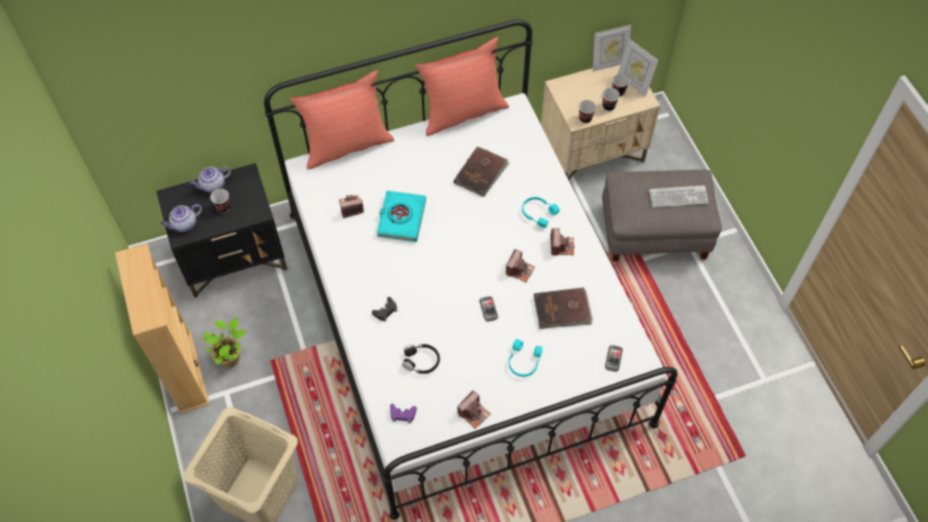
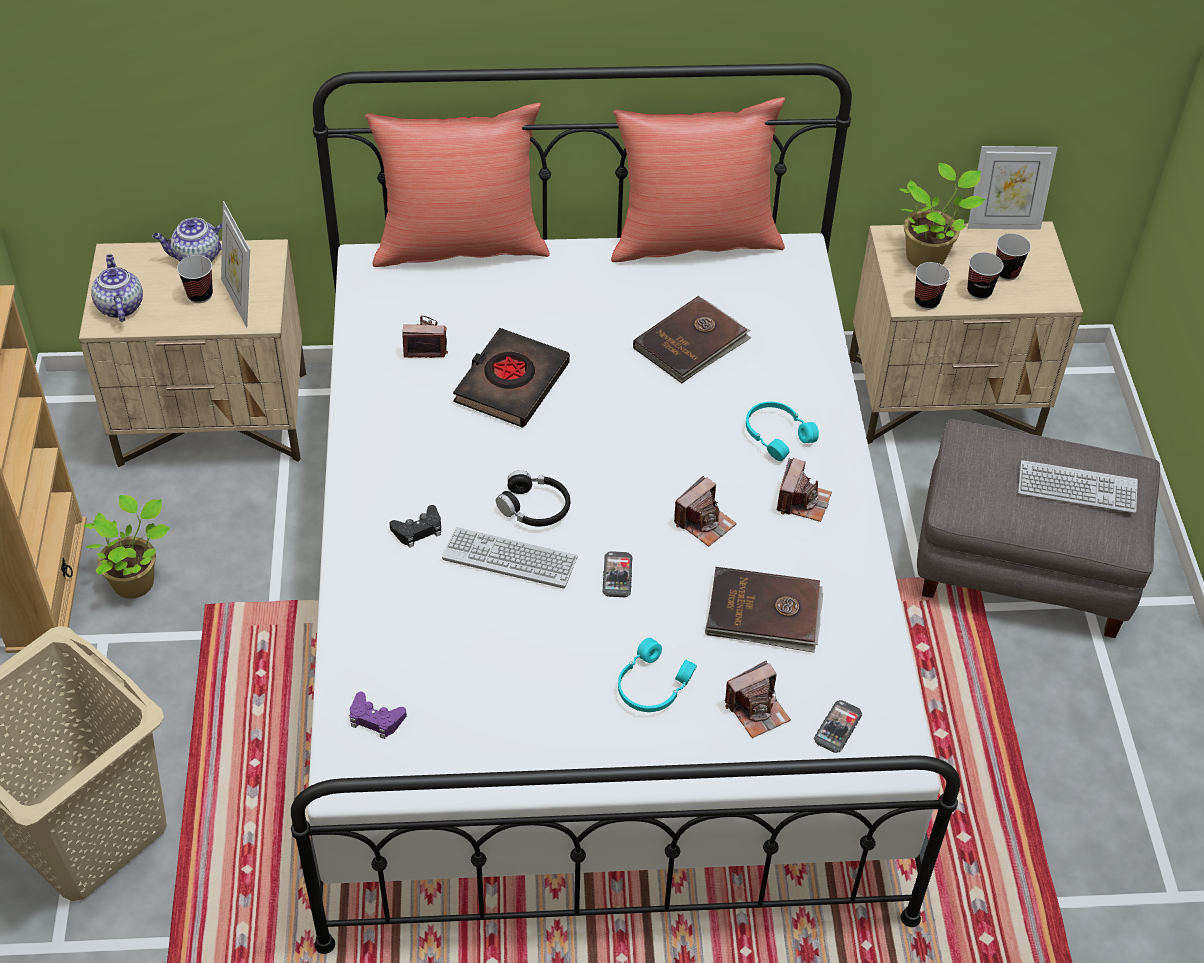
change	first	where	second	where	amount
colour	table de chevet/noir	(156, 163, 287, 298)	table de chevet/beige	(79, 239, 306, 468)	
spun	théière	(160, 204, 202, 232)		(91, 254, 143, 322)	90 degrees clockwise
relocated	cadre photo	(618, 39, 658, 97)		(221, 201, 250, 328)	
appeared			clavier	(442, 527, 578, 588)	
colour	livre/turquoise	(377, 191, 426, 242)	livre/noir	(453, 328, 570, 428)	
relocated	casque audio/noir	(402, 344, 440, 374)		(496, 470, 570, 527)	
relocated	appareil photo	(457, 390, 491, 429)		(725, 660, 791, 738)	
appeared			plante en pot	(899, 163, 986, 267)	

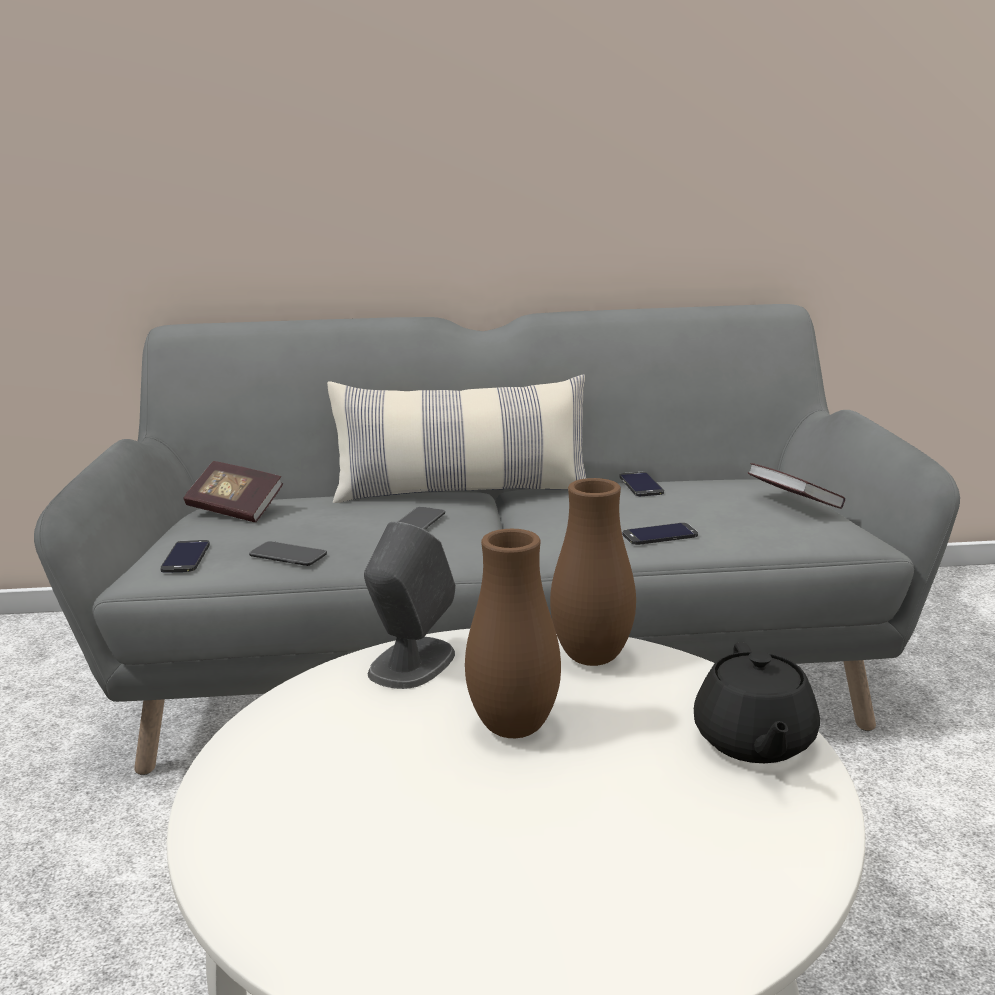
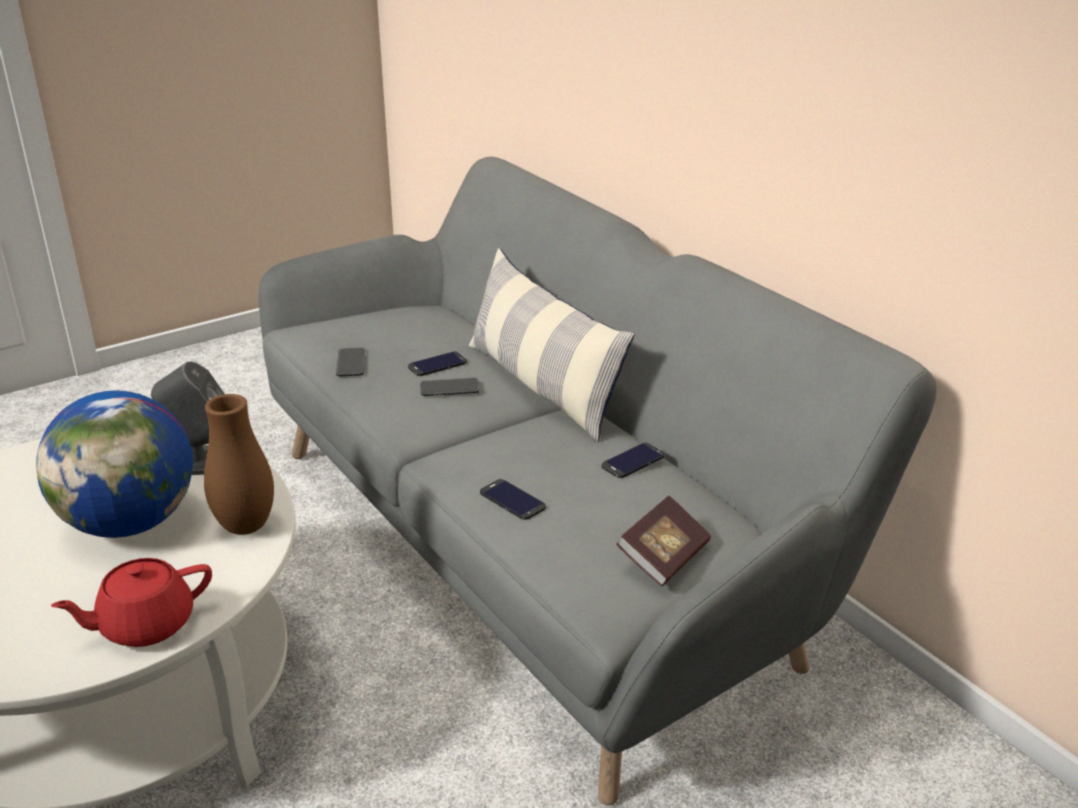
change	first	where	second	where	amount
exchanged	vase/marron	(465, 529, 561, 738)	globe	(36, 390, 193, 538)	
colour	théière/noir	(694, 642, 820, 763)	théière/rouge	(51, 558, 212, 647)	
relocated	téléphone	(160, 540, 210, 573)		(408, 351, 467, 376)	
missing	livre	(184, 461, 283, 522)			

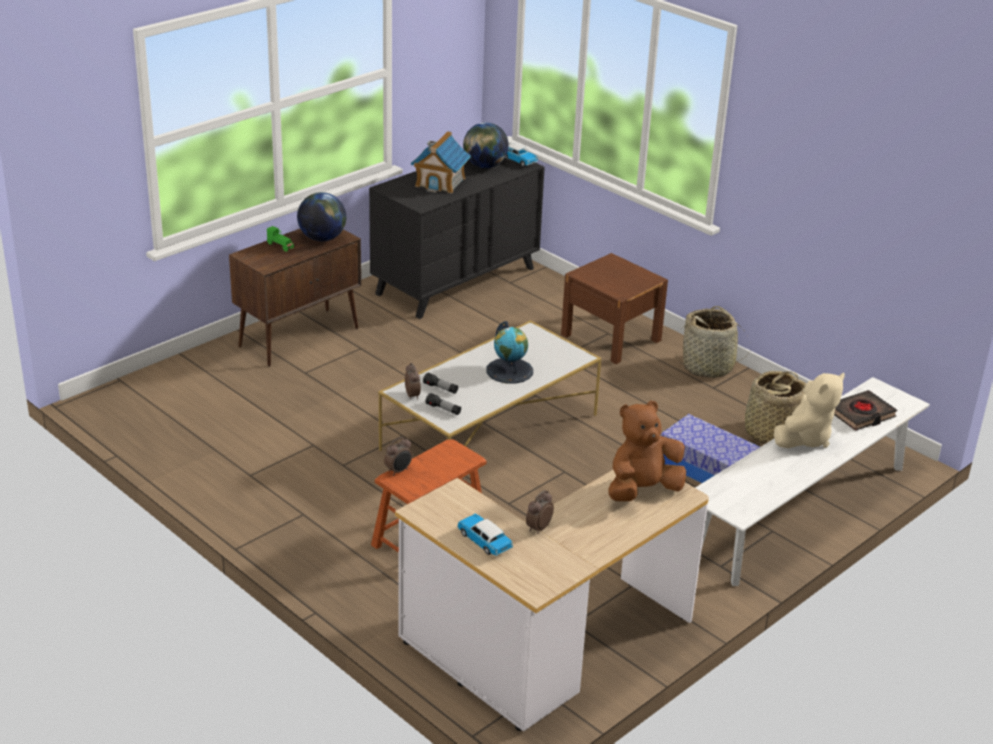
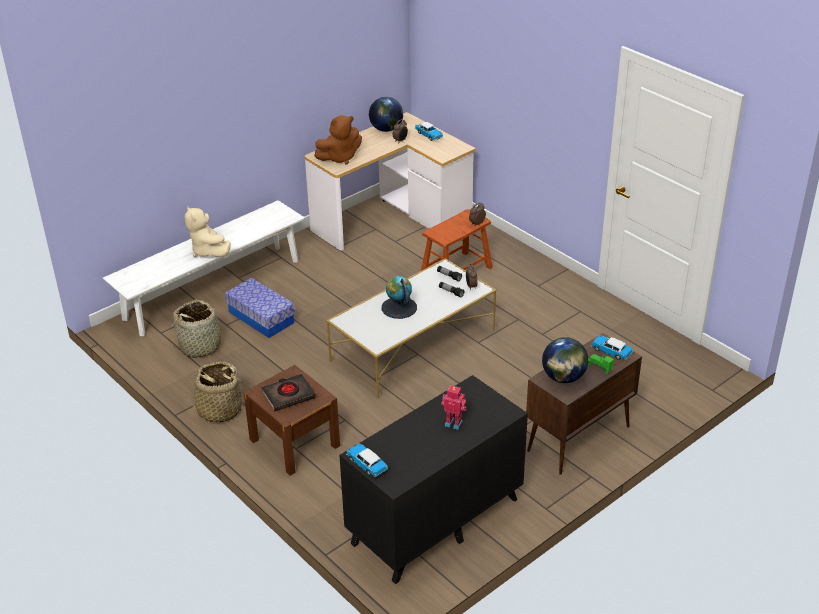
change	first	where	second	where	amount
spun	peluche/beige	(774, 373, 845, 448)		(185, 206, 231, 257)	75 degrees counterclockwise
relocated	livre/noir	(834, 390, 897, 431)		(262, 374, 316, 411)	
relocated	globe	(463, 122, 509, 168)		(369, 97, 403, 132)	
exchanged	maison miniature	(411, 131, 471, 193)	robot jouet	(442, 385, 467, 430)	
appeared			petite voiture	(591, 335, 633, 360)	

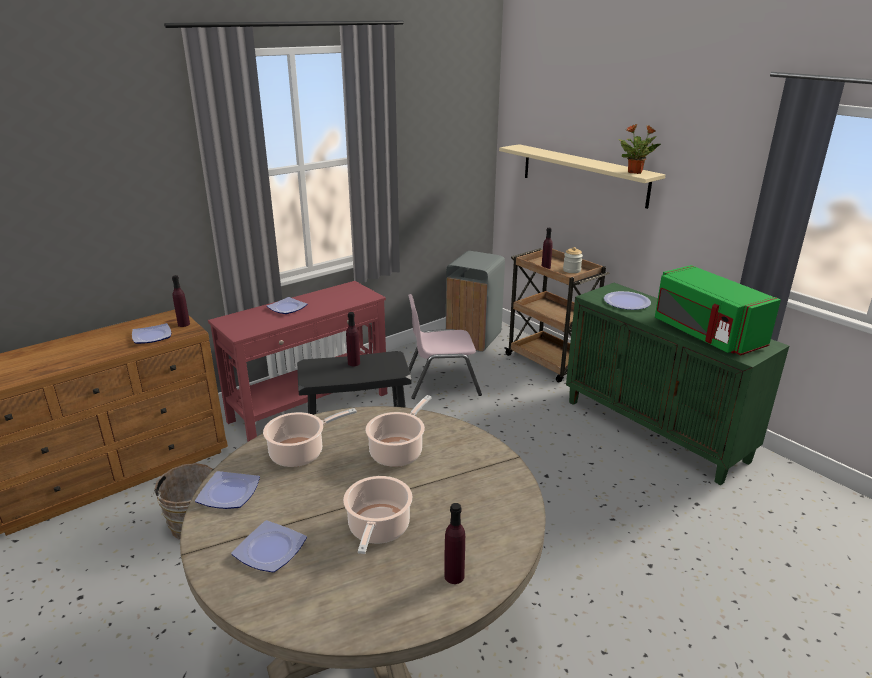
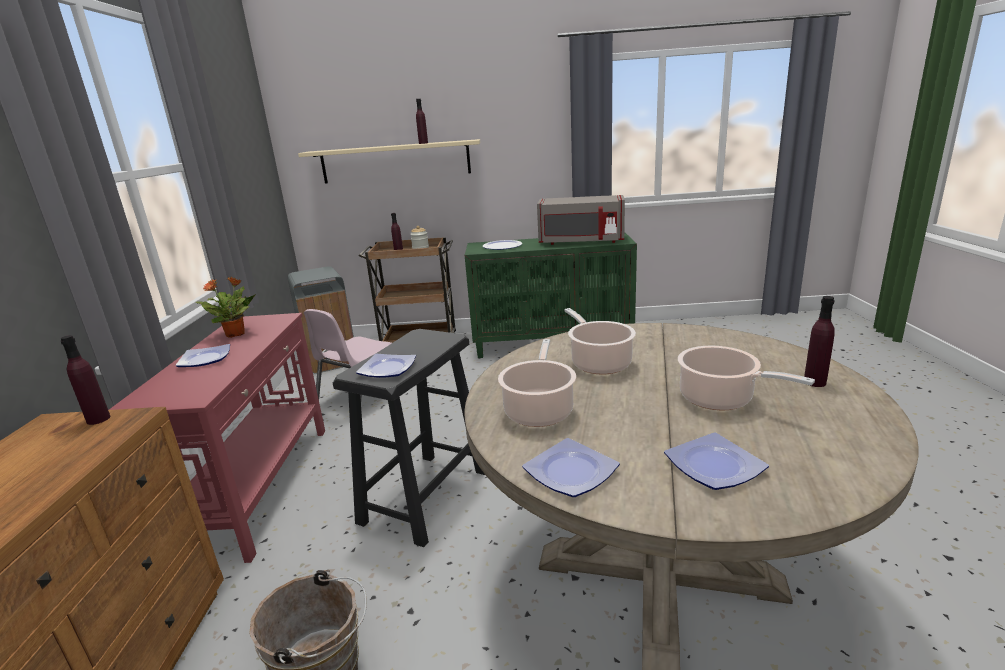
change	first	where	second	where	amount
relocated	plante en pot	(618, 124, 661, 174)		(195, 277, 256, 338)	
relocated	assiette	(132, 323, 171, 344)		(356, 354, 416, 378)	
relocated	bouteille/violet	(346, 312, 360, 366)		(416, 99, 428, 144)	
colour	micro-ondes/vert	(655, 265, 781, 355)	micro-ondes/gris	(537, 195, 625, 245)	

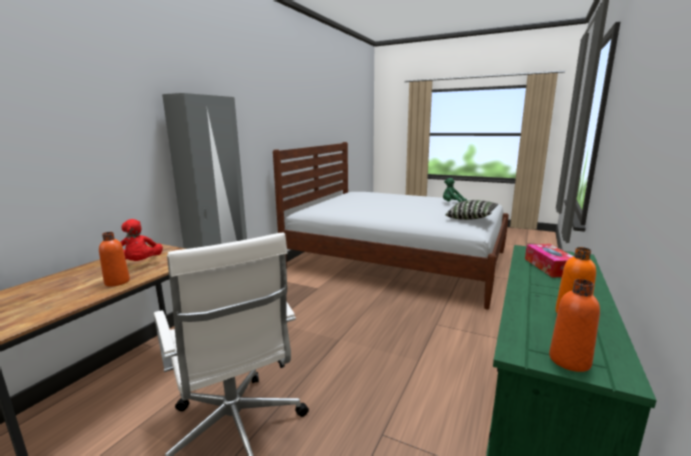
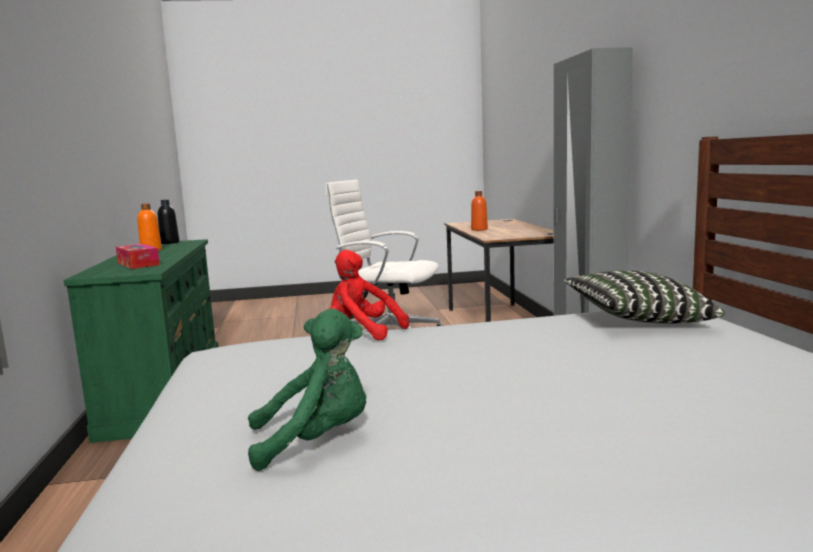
change	first	where	second	where	amount
colour	bouteille/orange	(549, 279, 600, 372)	bouteille/noir	(158, 200, 180, 244)	
relocated	peluche/rouge	(120, 219, 163, 261)		(329, 250, 409, 340)	
relocated	coussin	(446, 200, 498, 220)		(564, 270, 725, 324)	

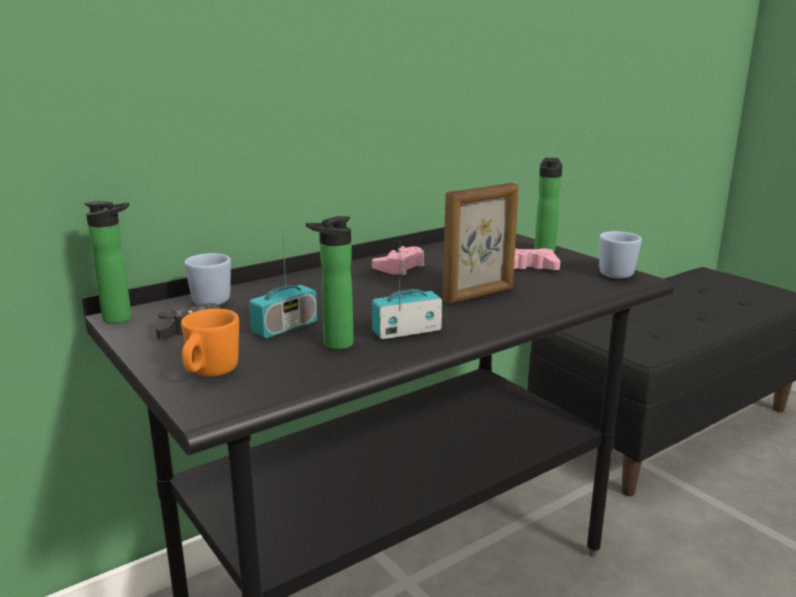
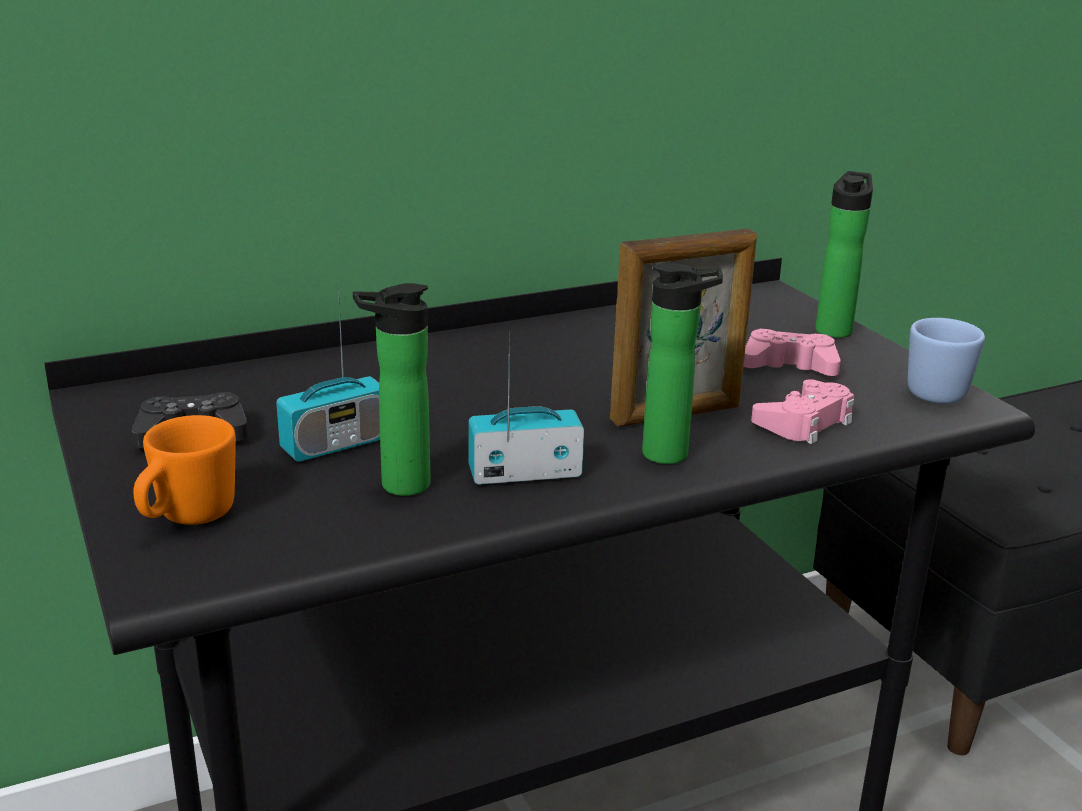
change	first	where	second	where	amount
relocated	bouteille	(84, 201, 132, 323)		(642, 263, 723, 464)	
relocated	manette/rose	(372, 246, 425, 275)		(751, 379, 854, 444)	
missing	mug/bleu	(184, 253, 231, 305)			

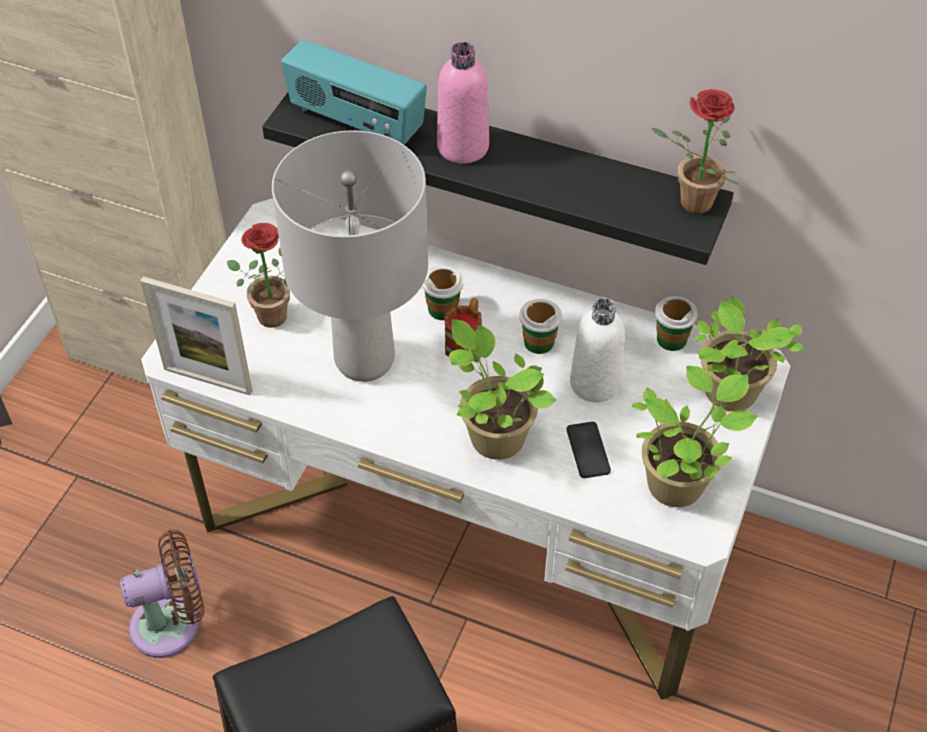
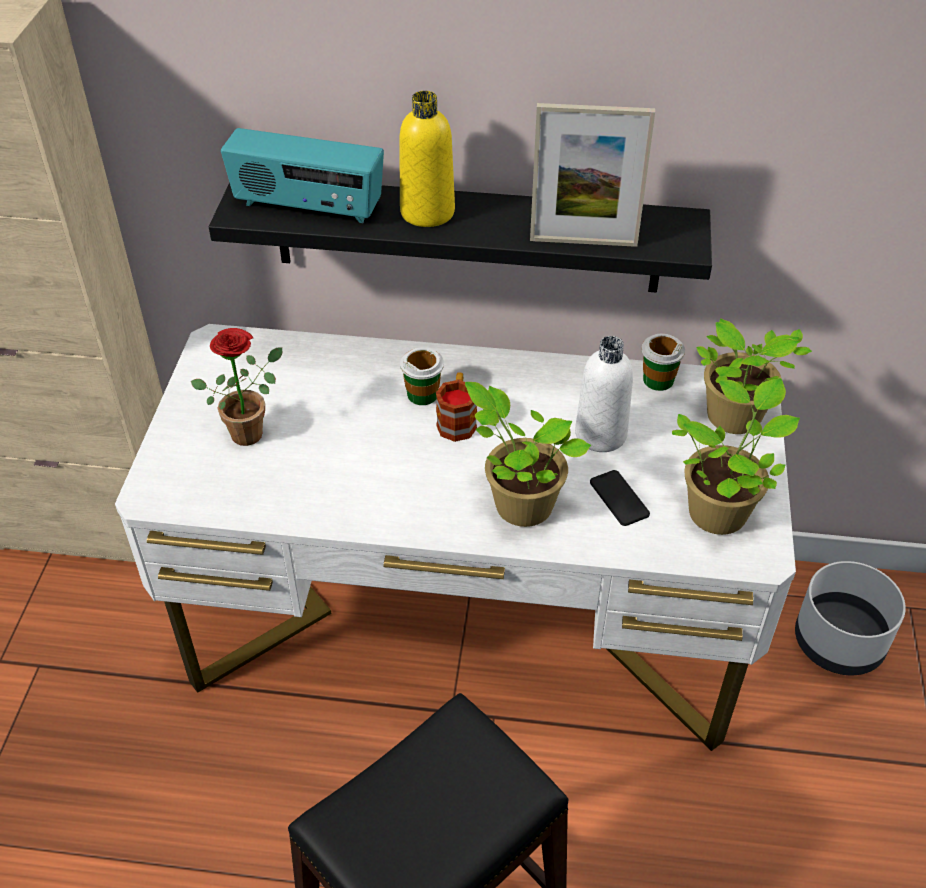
change	first	where	second	where	amount
colour	bouteille/rose	(437, 42, 489, 164)	bouteille/jaune	(399, 91, 455, 227)	
relocated	cadre photo	(140, 277, 253, 395)		(530, 103, 655, 247)	
appeared			cache-pot/blanc	(795, 561, 906, 675)	
missing	ventilateur/marron	(120, 530, 205, 658)			
missing	lampe de table/gris	(272, 131, 428, 382)			
missing	tasse	(519, 299, 562, 354)			
missing	plante en pot	(651, 89, 738, 214)			

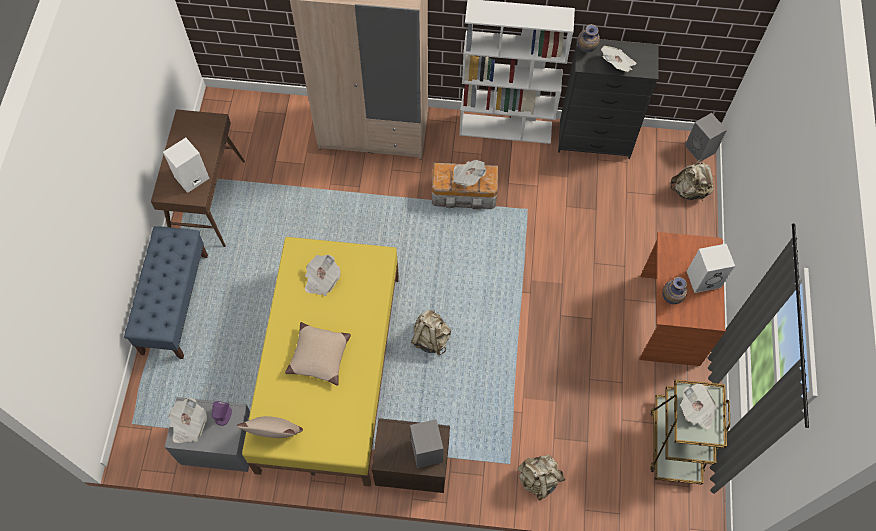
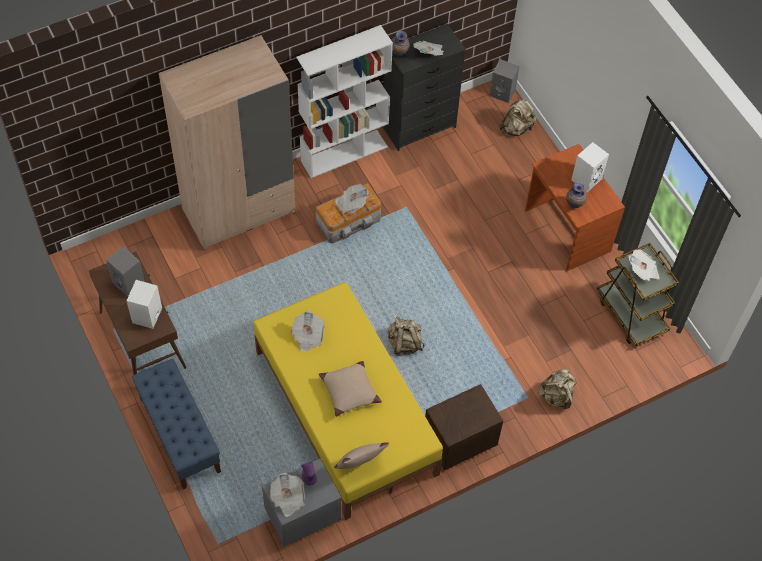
change	first	where	second	where	amount
relocated	enceinte/gris	(410, 419, 444, 468)		(106, 246, 145, 296)	

